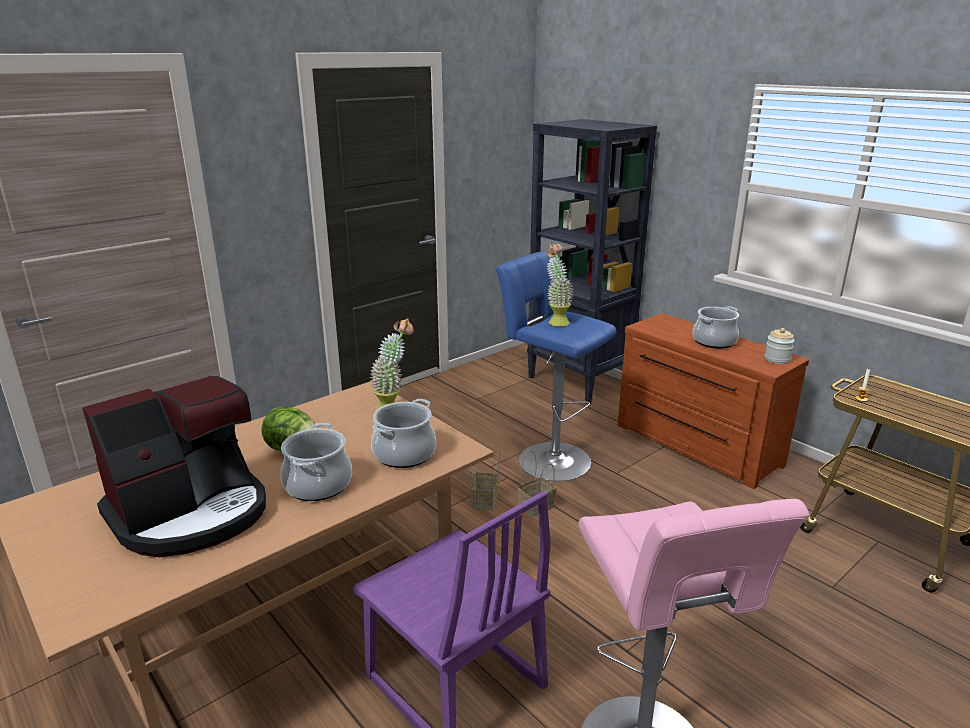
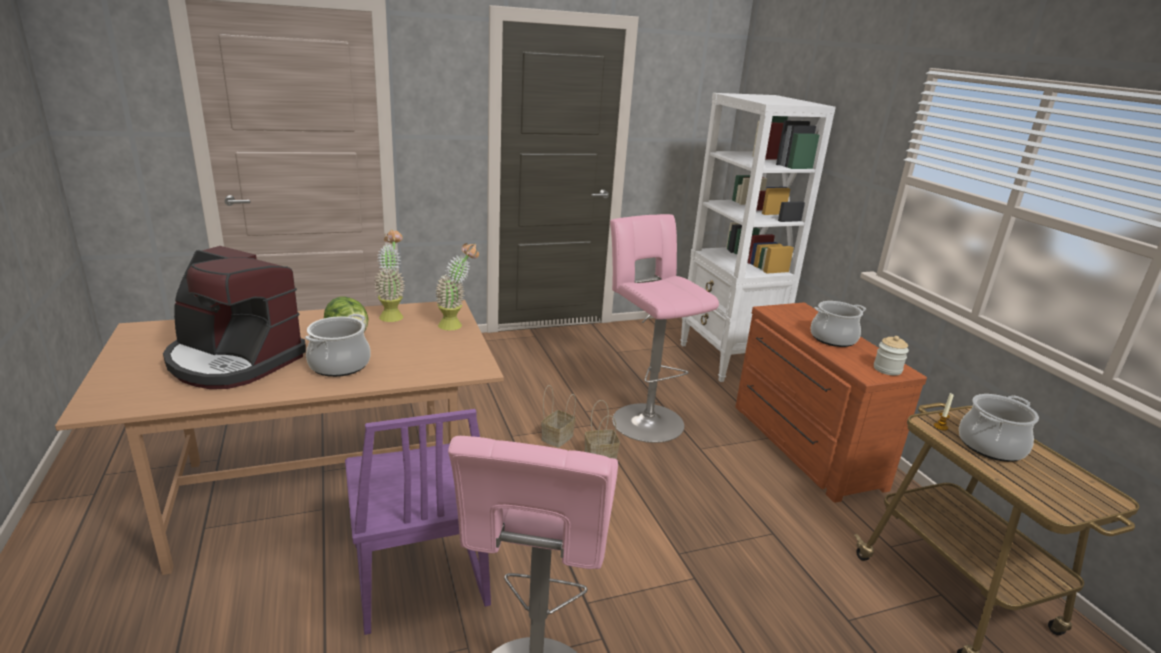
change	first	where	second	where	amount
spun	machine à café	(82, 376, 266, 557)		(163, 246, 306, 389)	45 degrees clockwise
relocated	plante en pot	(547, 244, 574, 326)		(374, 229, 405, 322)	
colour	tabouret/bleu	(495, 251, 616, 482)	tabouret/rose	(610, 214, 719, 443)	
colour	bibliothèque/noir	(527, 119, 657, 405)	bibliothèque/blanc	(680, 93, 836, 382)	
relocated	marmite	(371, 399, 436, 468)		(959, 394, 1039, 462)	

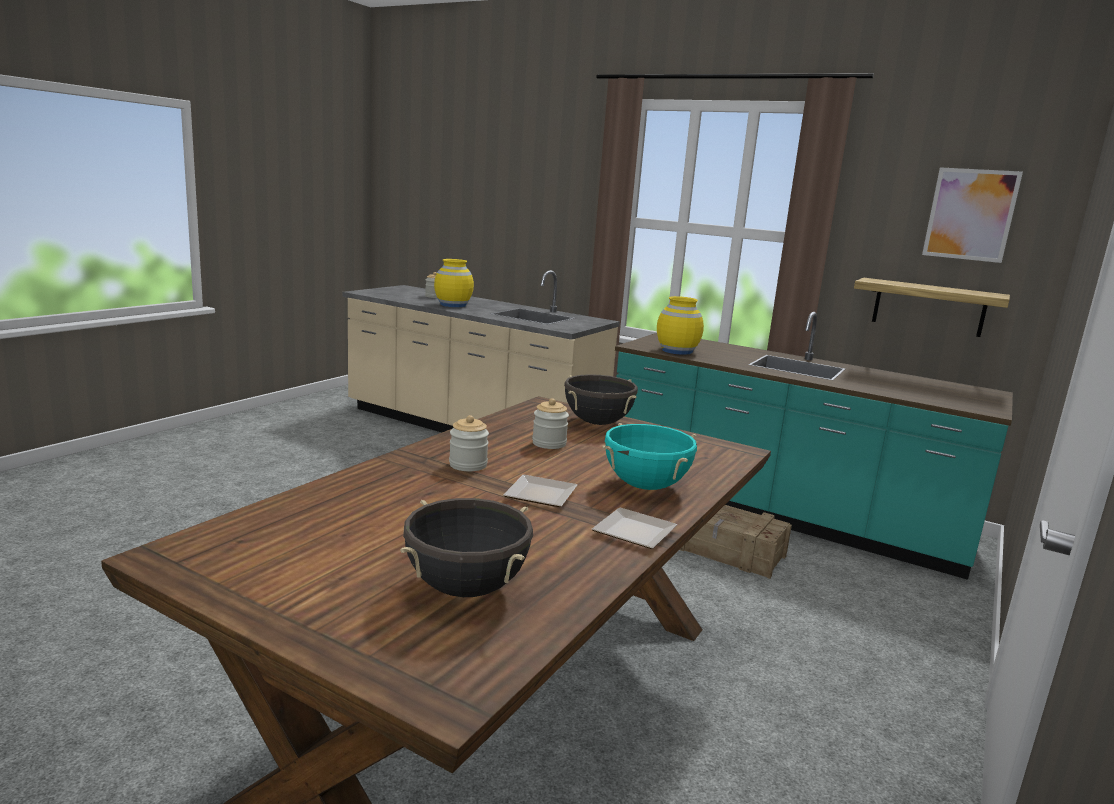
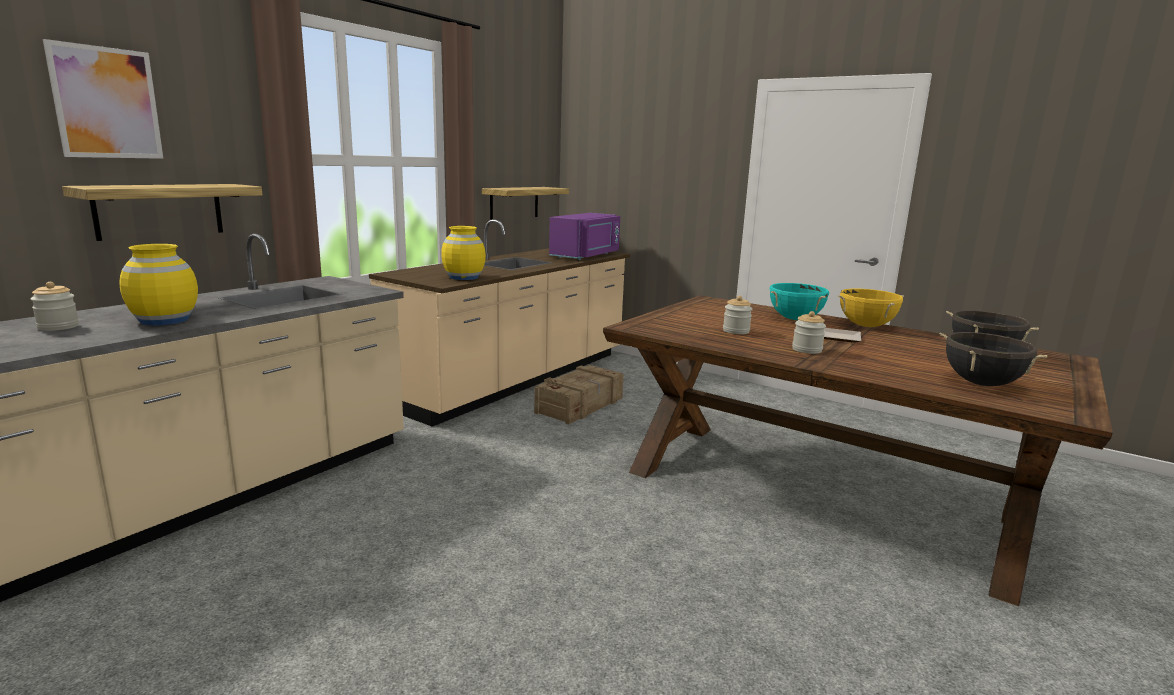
change	first	where	second	where	amount
relocated	tableau	(922, 167, 1023, 263)		(43, 39, 163, 159)	
appeared			étagère	(62, 184, 262, 241)	
colour	comptoir de cuisine/turquoise	(615, 312, 1013, 580)	comptoir de cuisine/beige	(369, 219, 630, 427)	
appeared			micro-ondes/violet	(549, 213, 620, 260)	
exchanged	assiette	(592, 508, 677, 549)	marmite/jaune	(838, 288, 904, 327)	
relocated	marmite/noir	(564, 374, 638, 425)		(940, 332, 1048, 386)	

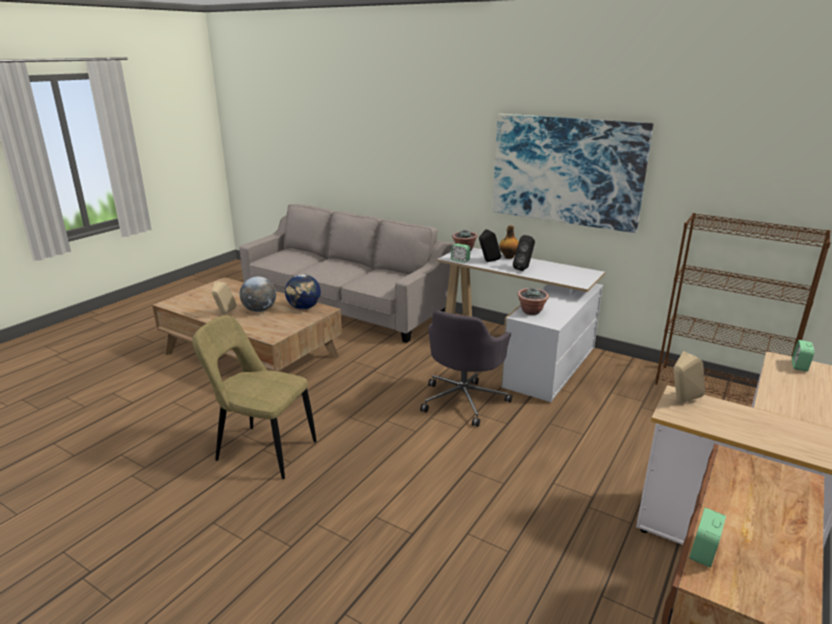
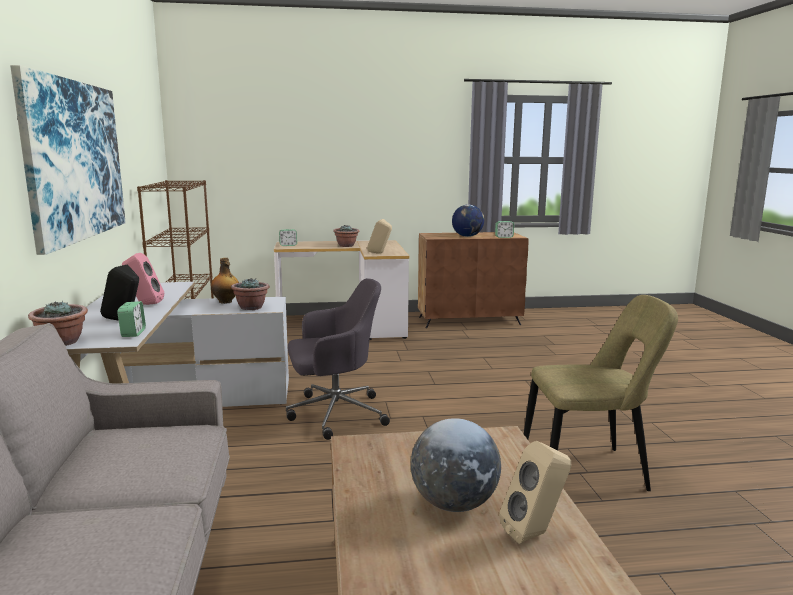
change	first	where	second	where	amount
colour	enceinte/noir	(513, 235, 535, 271)	enceinte/rose	(122, 253, 164, 305)	
relocated	bouteille	(499, 225, 519, 259)		(211, 258, 239, 304)	
appeared			plante en pot	(333, 225, 359, 247)	
relocated	globe	(285, 274, 321, 310)		(452, 204, 484, 237)	
spun	chaise/beige	(192, 315, 317, 479)		(524, 295, 678, 491)	75 degrees counterclockwise

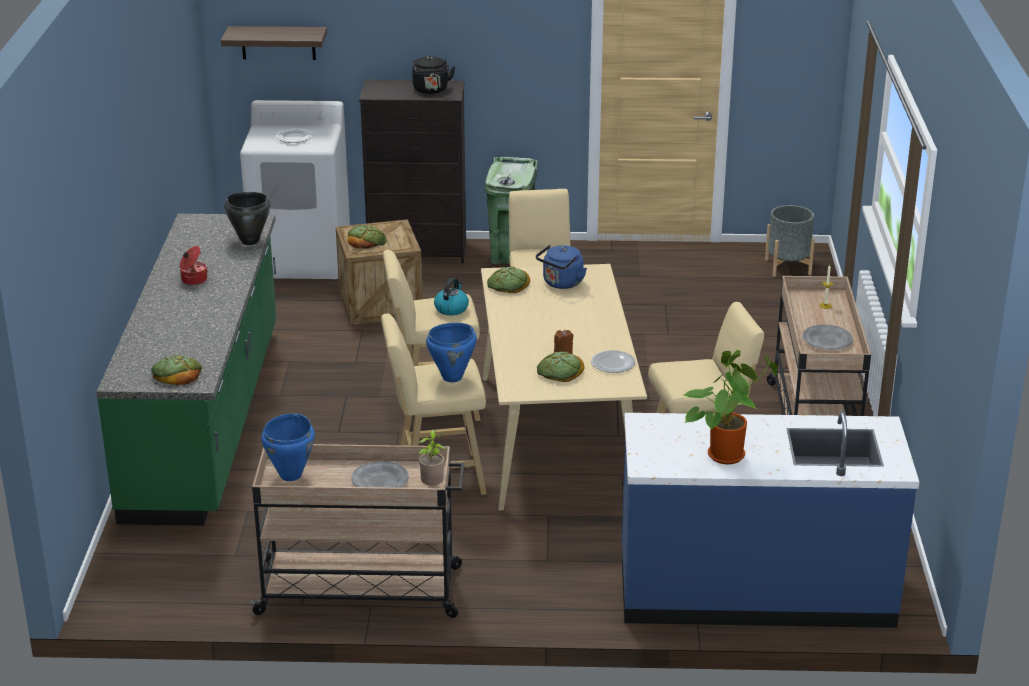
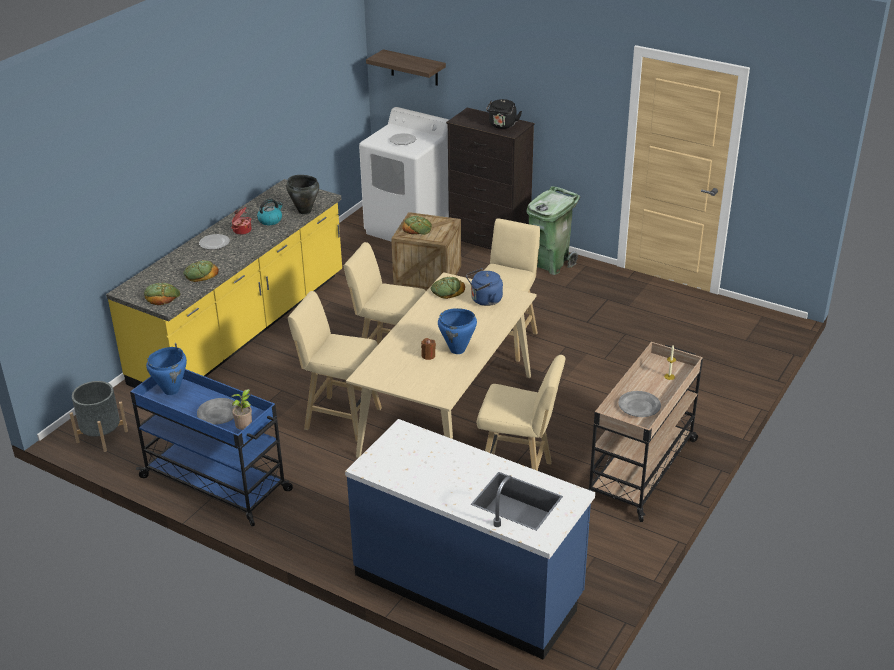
change	first	where	second	where	amount
relocated	cache-pot/gris	(765, 205, 815, 277)		(69, 381, 128, 452)	
colour	comptoir de cuisine/vert	(96, 214, 276, 526)	comptoir de cuisine/jaune	(106, 179, 342, 388)	
colour	chariot/beige	(249, 444, 464, 618)	chariot/bleu	(130, 369, 293, 527)	
relocated	pain	(537, 351, 584, 382)		(183, 260, 219, 282)	
relocated	assiette	(591, 350, 636, 373)		(199, 234, 230, 250)	
relocated	bouilloire	(434, 278, 469, 315)		(257, 199, 283, 225)	
relocated	marmite/bleu	(426, 323, 477, 382)		(438, 308, 477, 354)	
missing	plante en pot	(684, 350, 778, 464)			

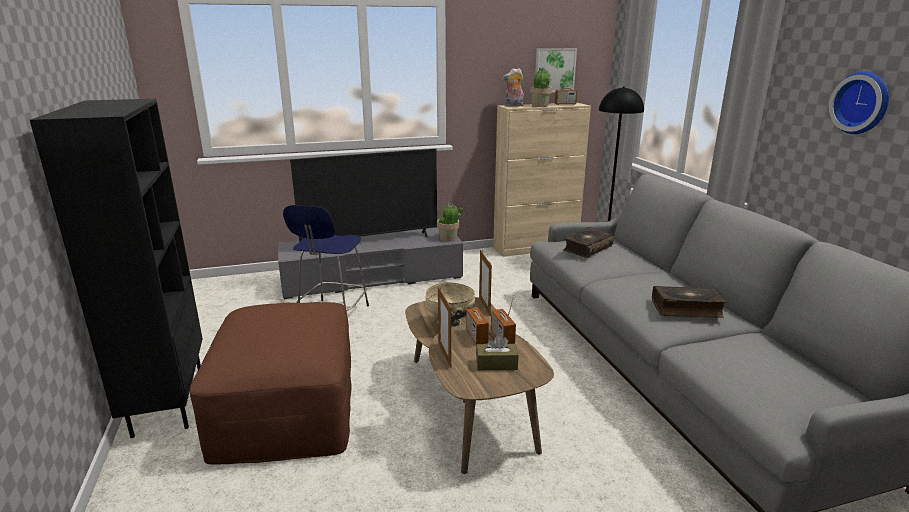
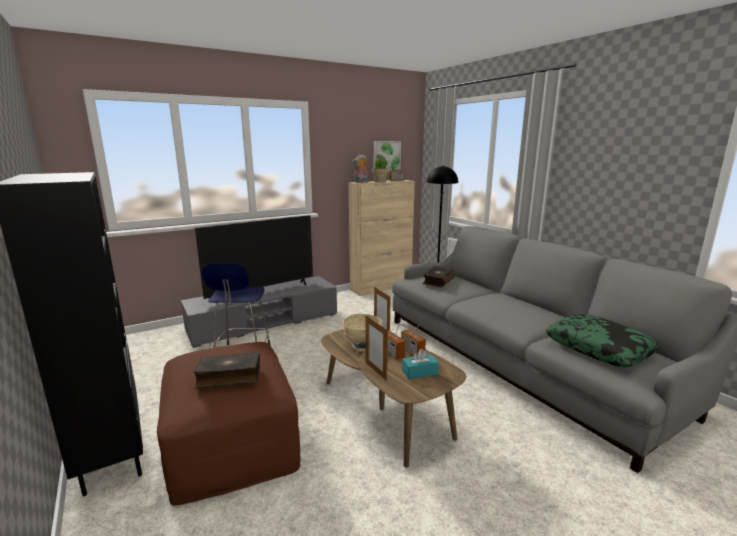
change	first	where	second	where	amount
relocated	livre	(652, 286, 727, 318)		(193, 352, 260, 389)	
colour	boîte à mouchoirs/marron	(476, 335, 519, 370)	boîte à mouchoirs/turquoise	(402, 349, 439, 379)	
appeared			coussin	(546, 314, 660, 367)	
missing	plante en pot	(437, 203, 463, 242)			
missing	horloge murale	(829, 72, 889, 134)			

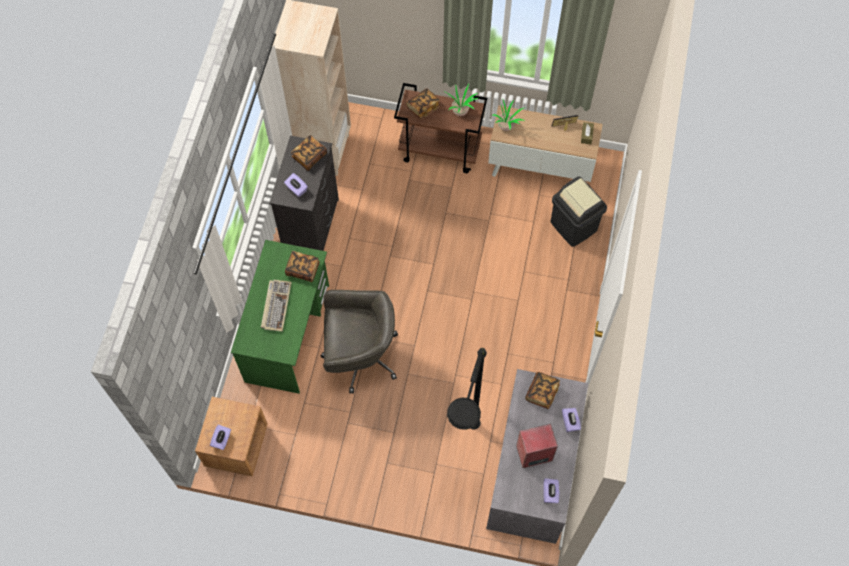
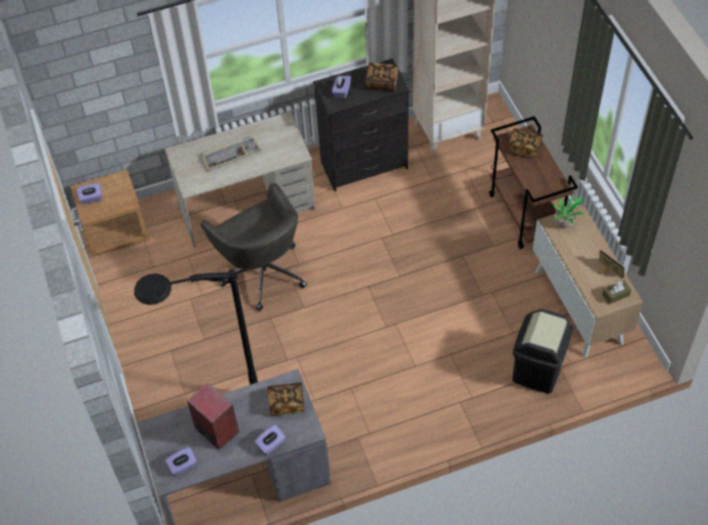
change	first	where	second	where	amount
colour	bureau/vert	(231, 240, 329, 394)	bureau/beige	(165, 112, 316, 248)	
missing	livre	(285, 251, 320, 282)			
missing	plante en pot	(445, 84, 478, 116)			

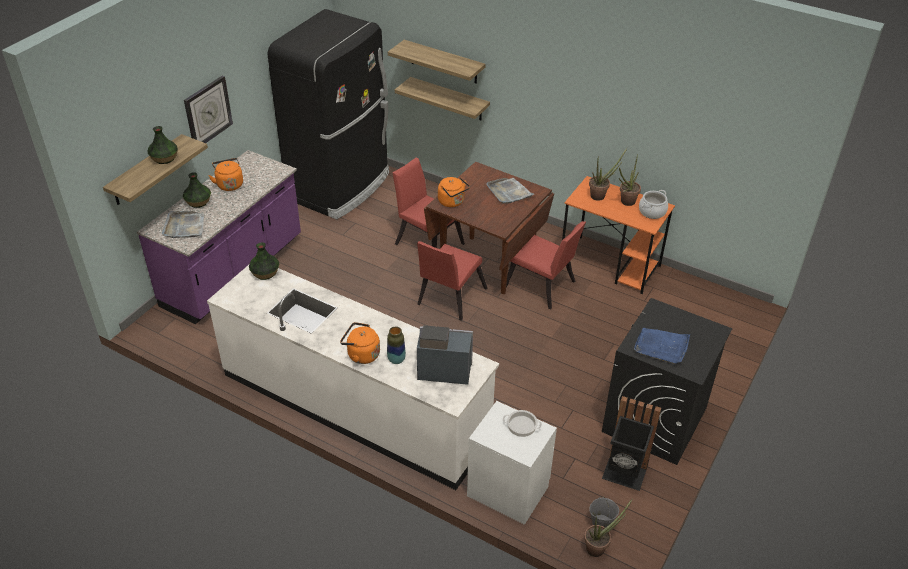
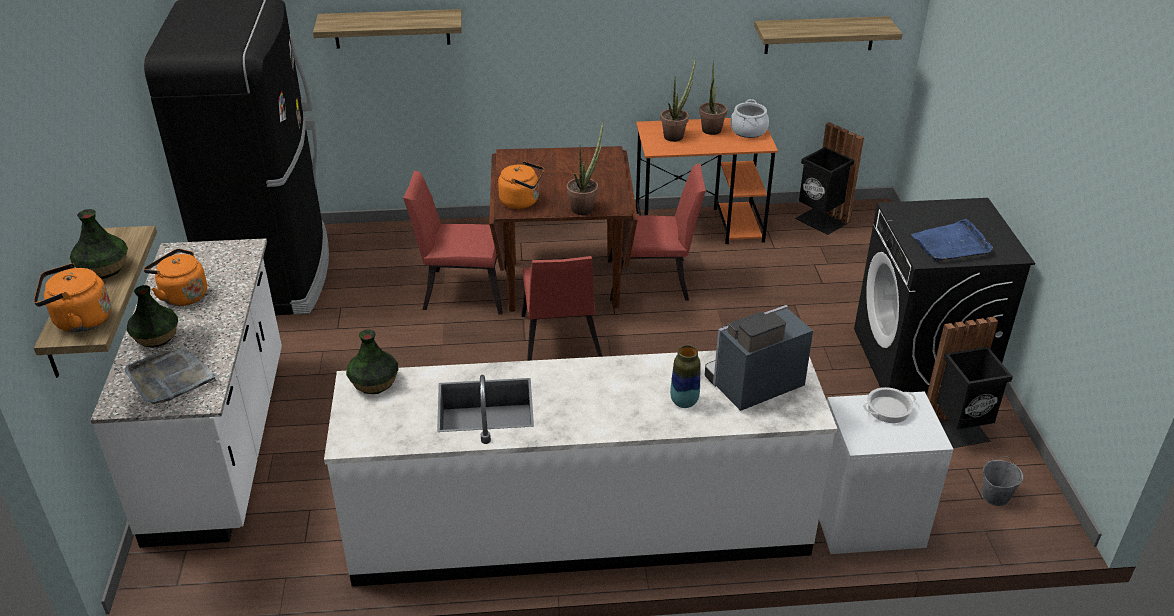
change	first	where	second	where	amount
relocated	bouilloire/orange	(340, 322, 380, 364)		(34, 263, 111, 332)	
colour	comptoir de cuisine/violet	(137, 150, 301, 324)	comptoir de cuisine/blanc	(91, 238, 282, 548)	
relocated	plante en pot	(584, 499, 632, 557)		(566, 120, 604, 215)	
relocated	étagère	(395, 77, 490, 120)		(754, 16, 903, 54)	
appeared			poubelle/noir	(795, 122, 864, 235)	
missing	horloge murale	(184, 76, 233, 143)			
missing	plateau/gris	(487, 178, 535, 204)			

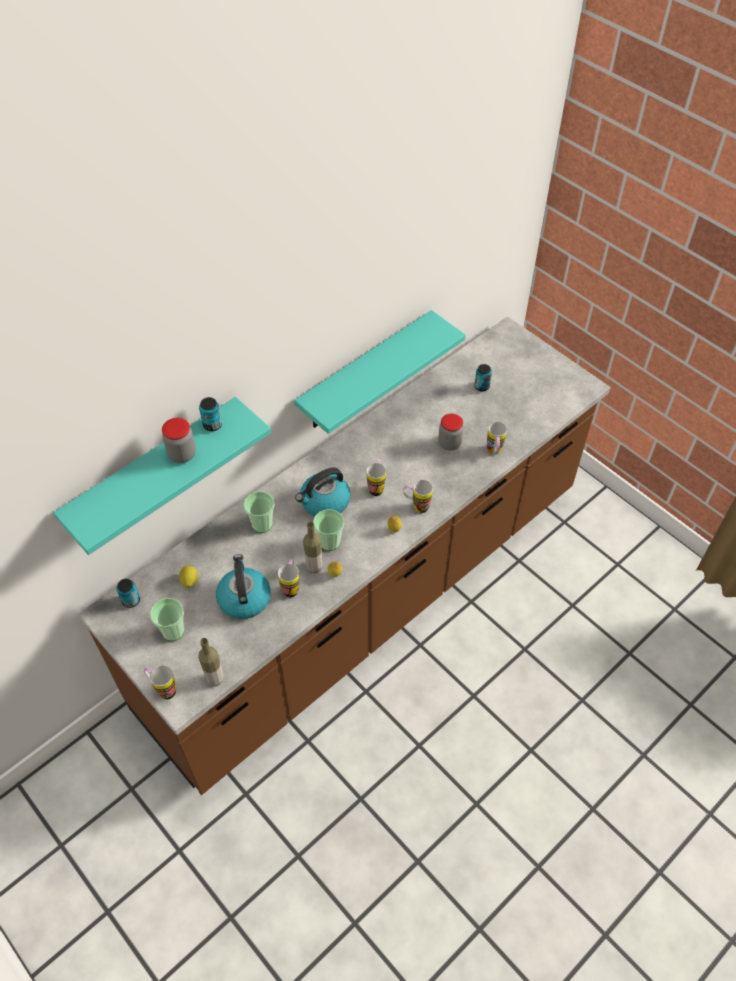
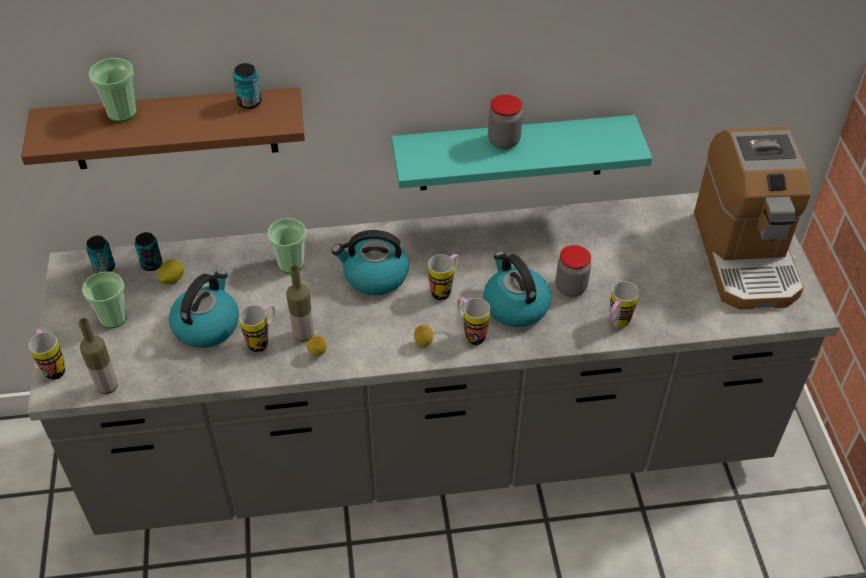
change	first	where	second	where	amount
colour	étagère/turquoise	(53, 397, 271, 555)	étagère/marron	(21, 87, 305, 169)	
colour	comptoir de cuisine/marron	(78, 317, 611, 795)	comptoir de cuisine/gris	(27, 192, 840, 535)	
relocated	tasse	(313, 509, 344, 551)		(89, 58, 136, 122)	
relocated	boîte métallique	(474, 364, 492, 392)		(135, 232, 163, 271)	
appeared			bouilloire	(483, 252, 551, 327)	
relocated	bocal	(162, 418, 196, 463)		(488, 95, 523, 149)	
appeared			machine à café	(694, 127, 811, 310)	

